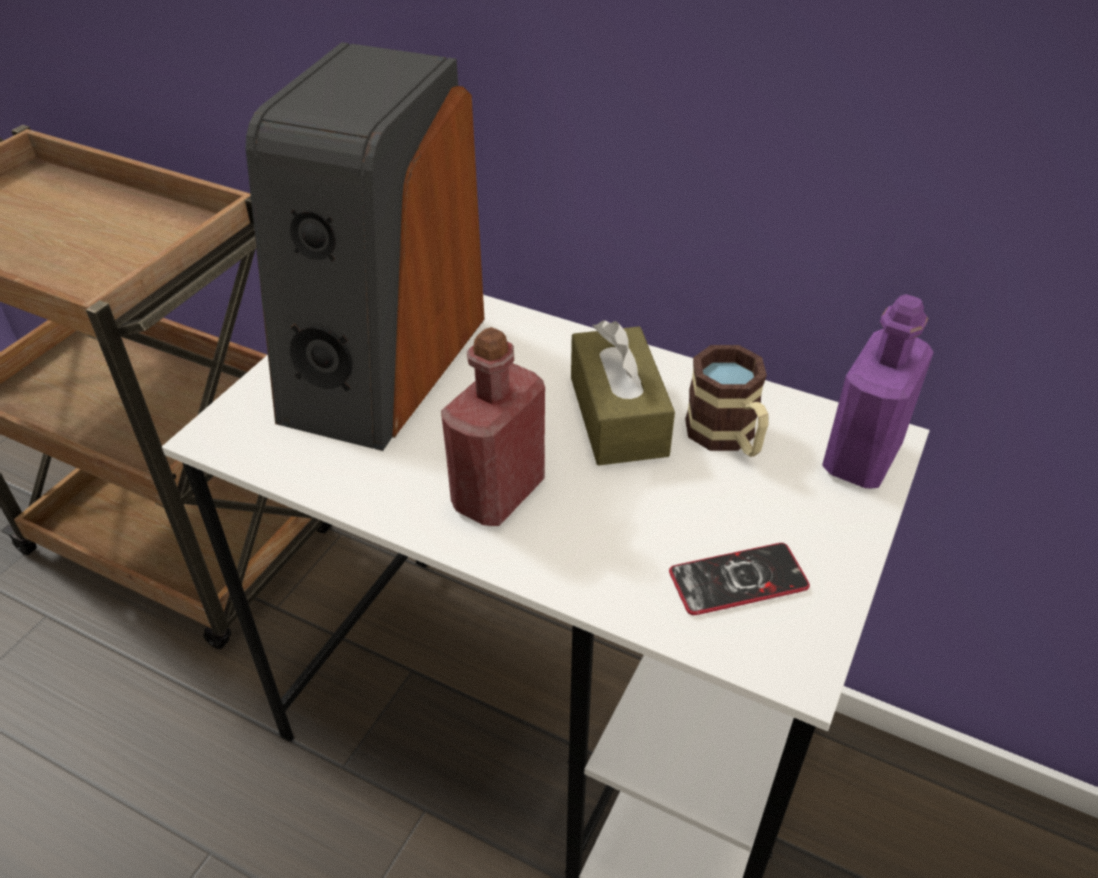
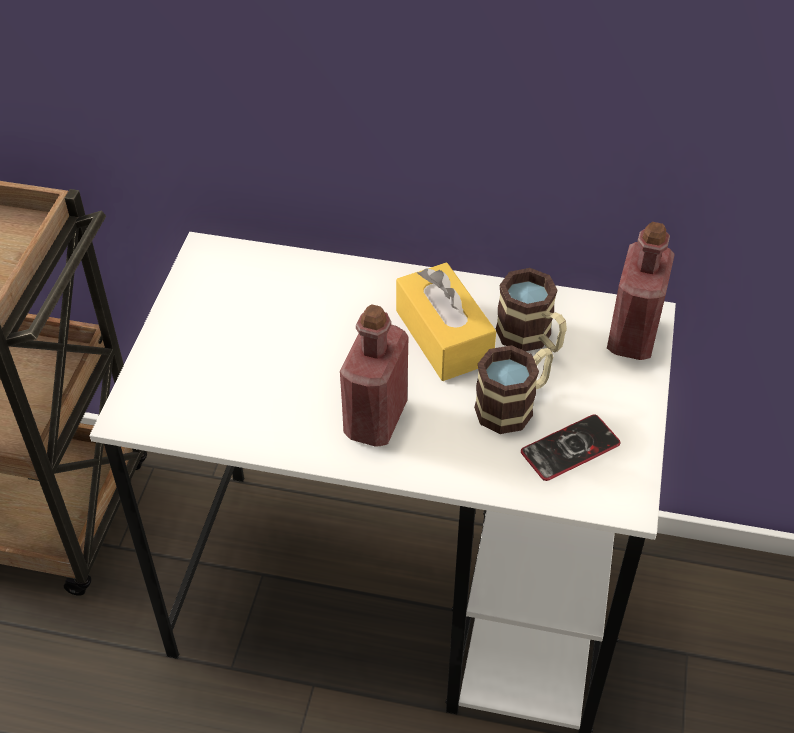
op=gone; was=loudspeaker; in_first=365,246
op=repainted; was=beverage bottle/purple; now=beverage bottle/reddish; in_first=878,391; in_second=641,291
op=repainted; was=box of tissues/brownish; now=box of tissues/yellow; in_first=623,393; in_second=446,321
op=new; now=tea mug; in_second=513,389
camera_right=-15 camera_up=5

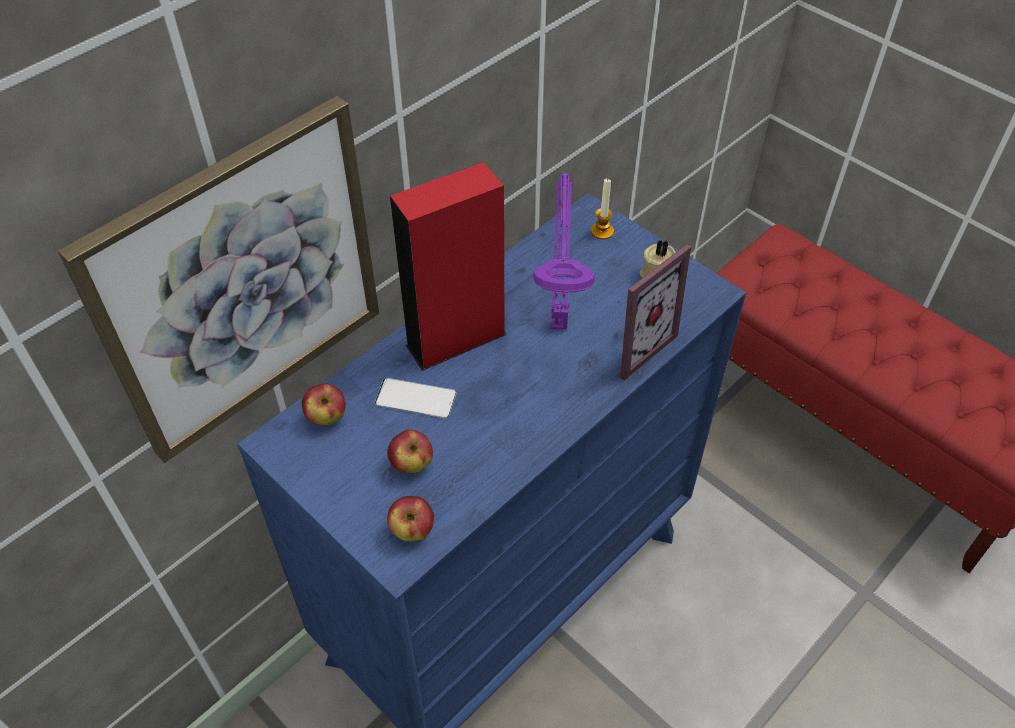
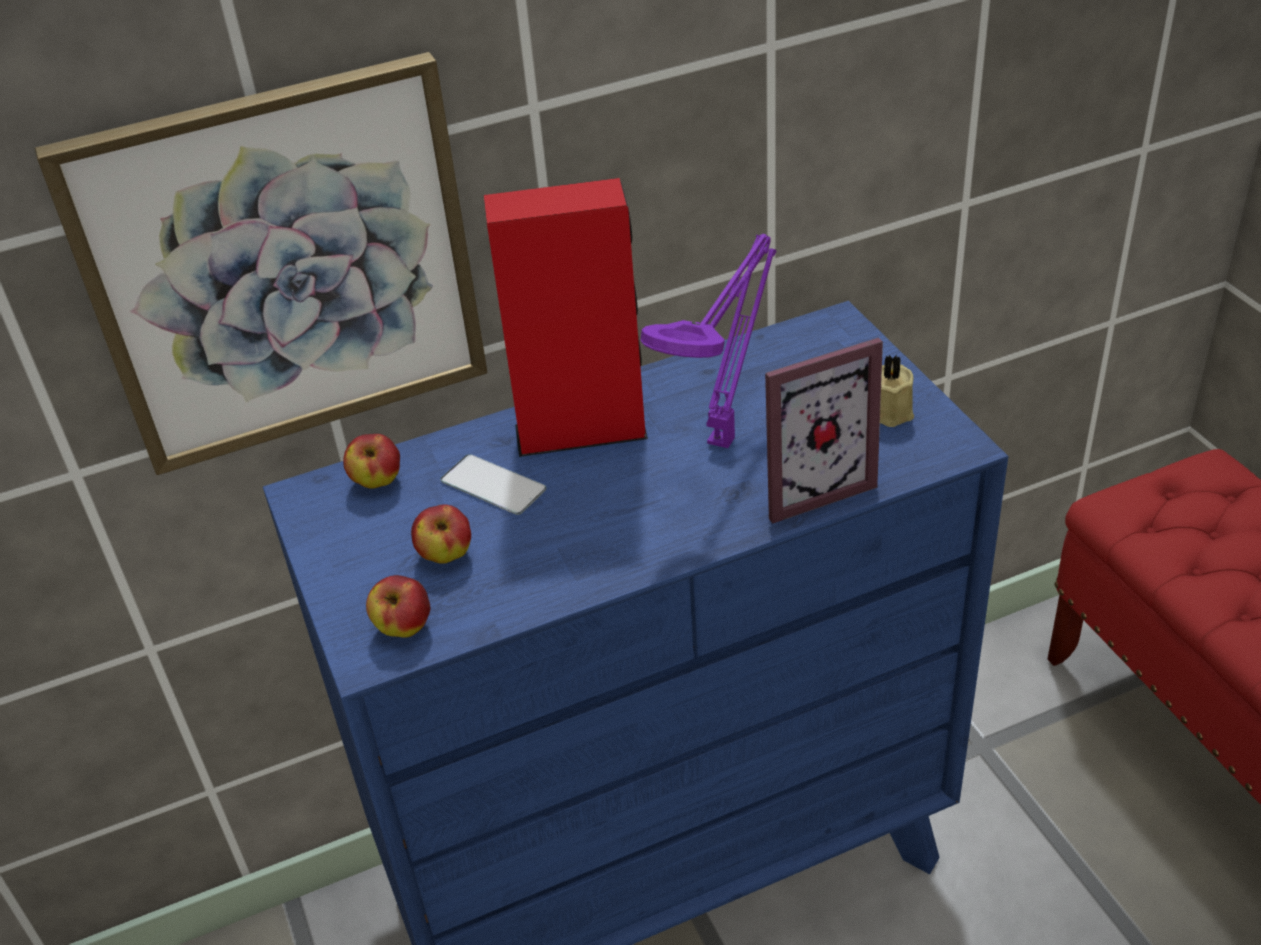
op=gone; was=wax candle; in_first=602,208
camera_right=25 camera_up=-10

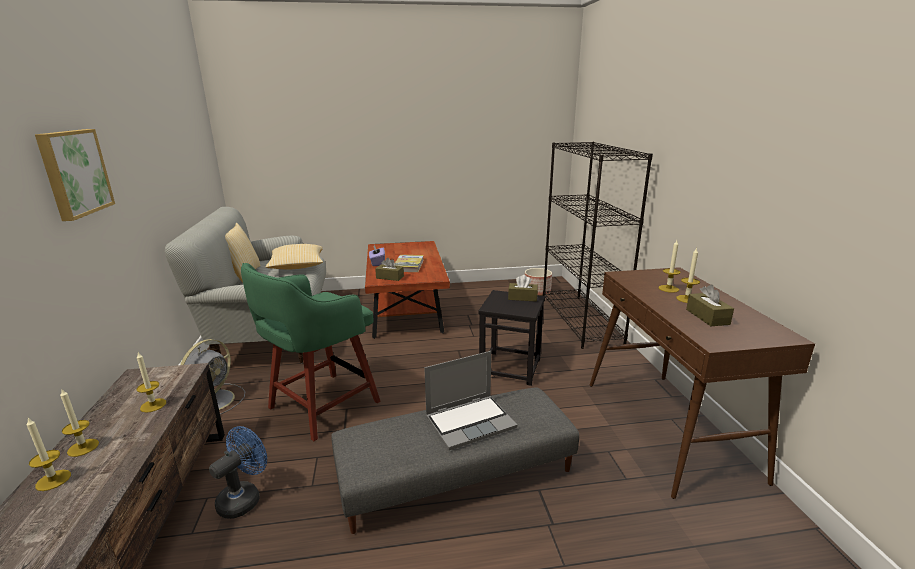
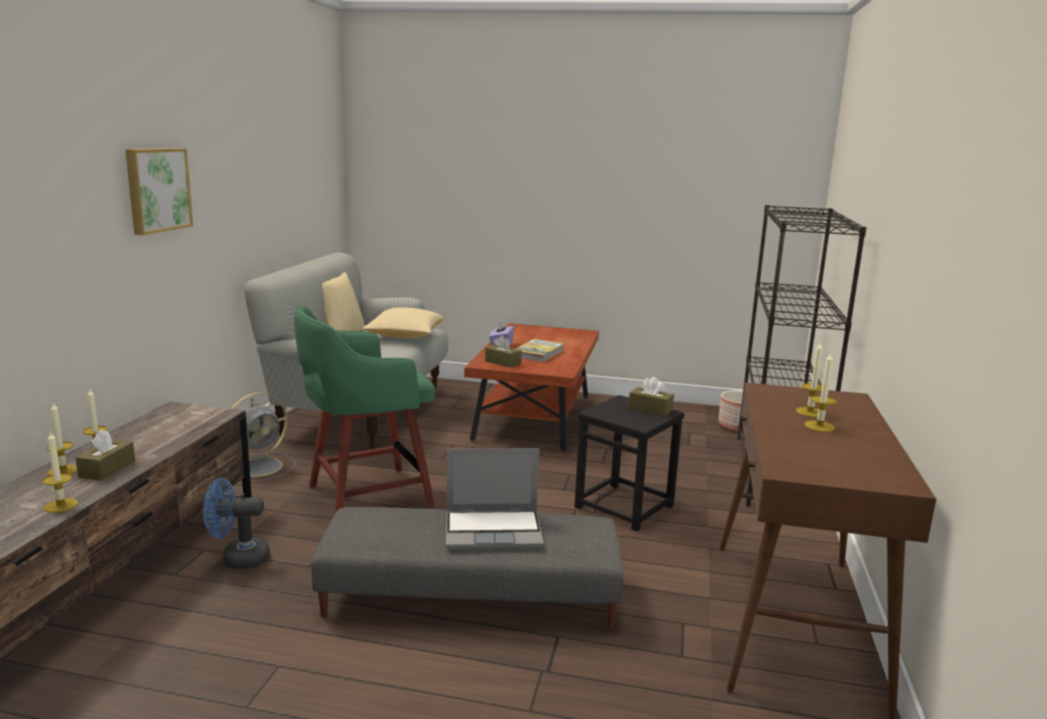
op=shifted; was=box of tissues/brownish; in_first=710,305; in_second=105,455
op=shifted; was=wax candle; in_first=151,382; in_second=60,472
op=rotated; was=electric fan/blue-coloured; in_first=238,472; in_second=236,523; clockwise=-150
camera_right=20 camera_up=-5

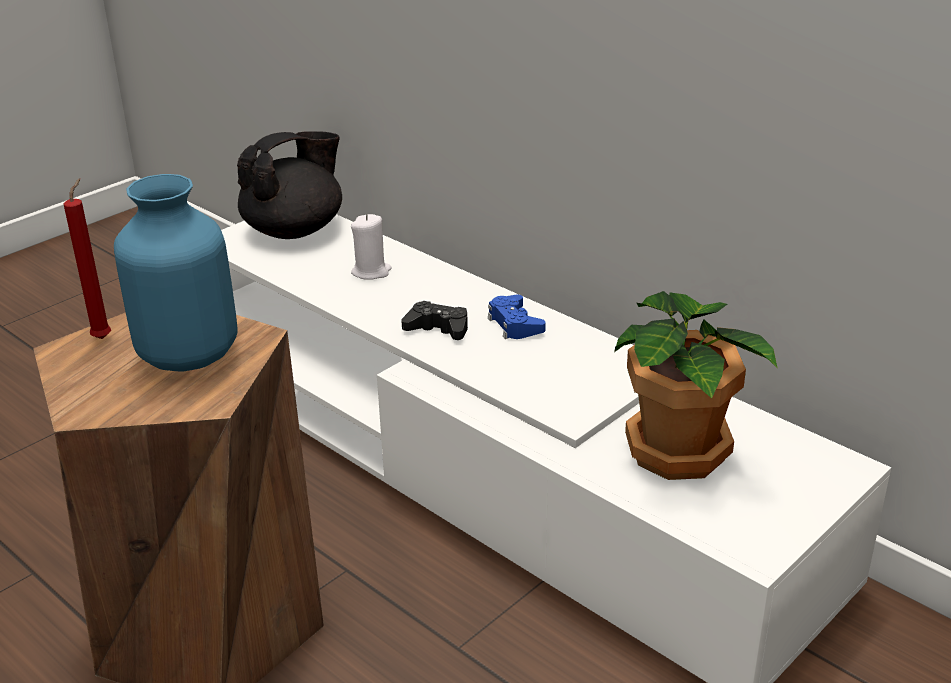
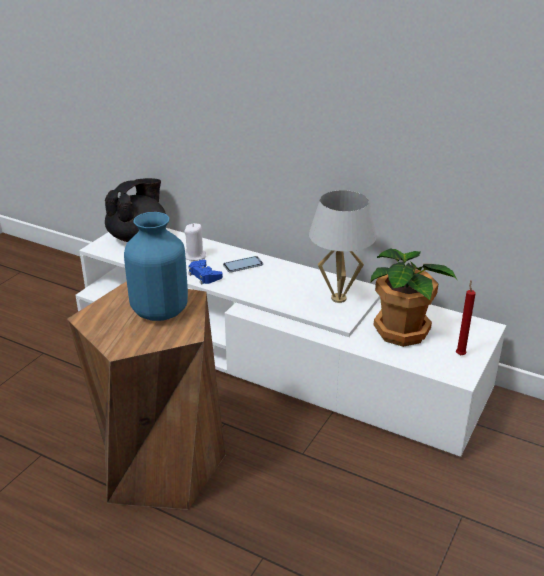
op=shifted; was=wax candle/reddish; in_first=87,258; in_second=466,318
op=shifted; was=game controller/blue-coloured; in_first=517,317; in_second=206,272
op=gone; was=game controller/black-coloured; in_first=434,320
op=new; now=tabletop lamp/white; in_second=342,246
op=new; now=handset; in_second=243,264
camera_right=-15 camera_up=0

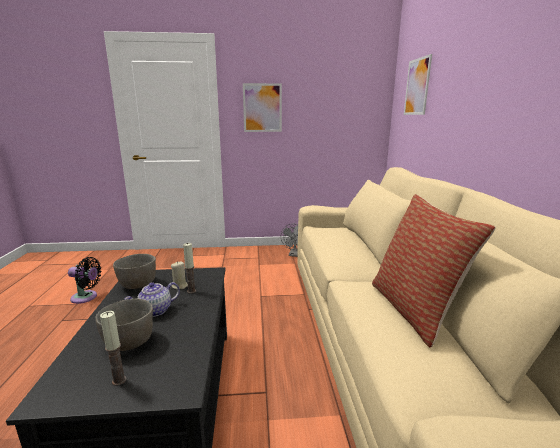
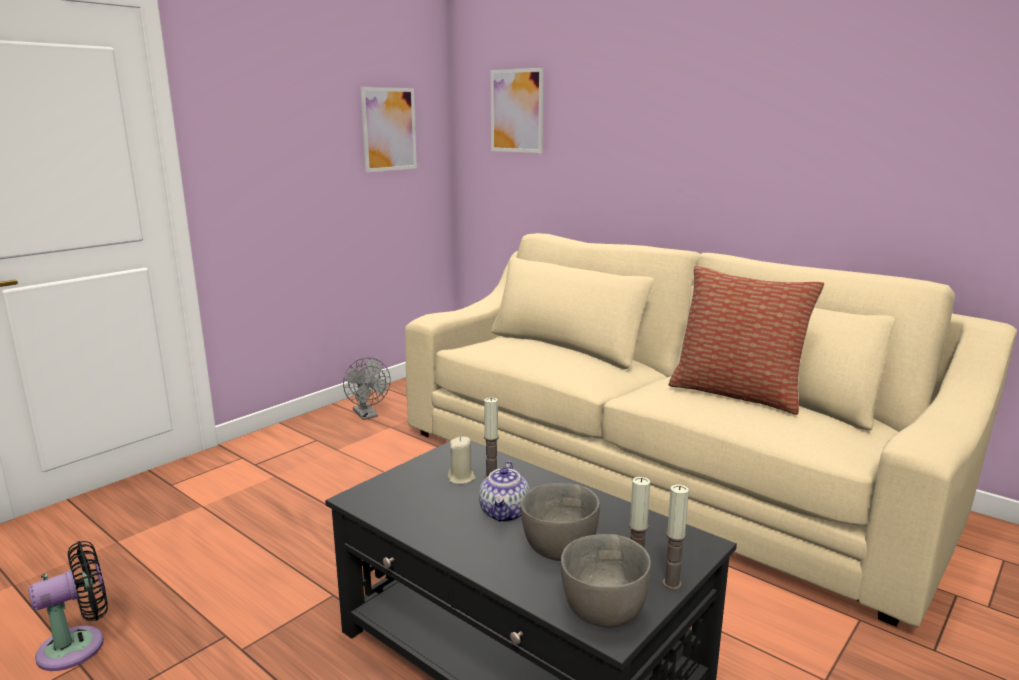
op=shifted; was=wall art; in_first=262,107; in_second=388,129
op=shifted; was=bowl/greyish; in_first=134,271; in_second=606,581
op=new; now=wax candle; in_second=676,537
camera_right=-45 camera_up=0

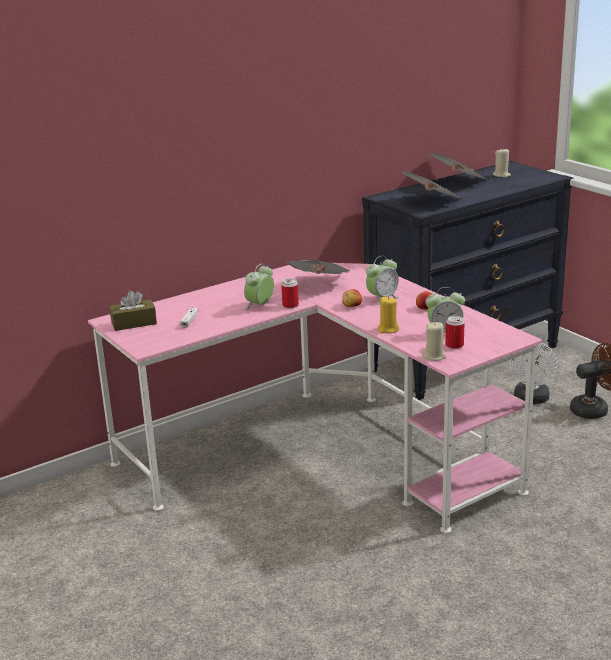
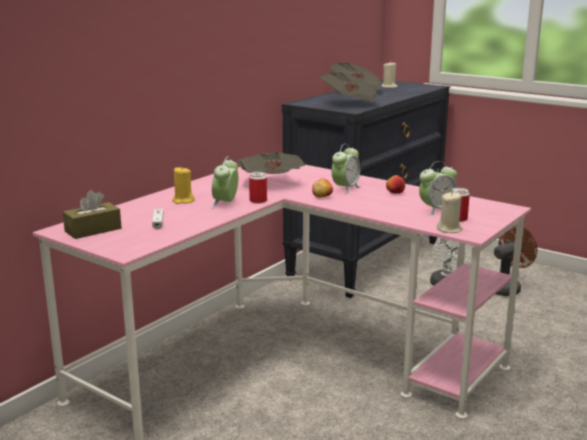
op=shifted; was=wax candle/yellow; in_first=388,315; in_second=183,185
camera_right=-20 camera_up=-5

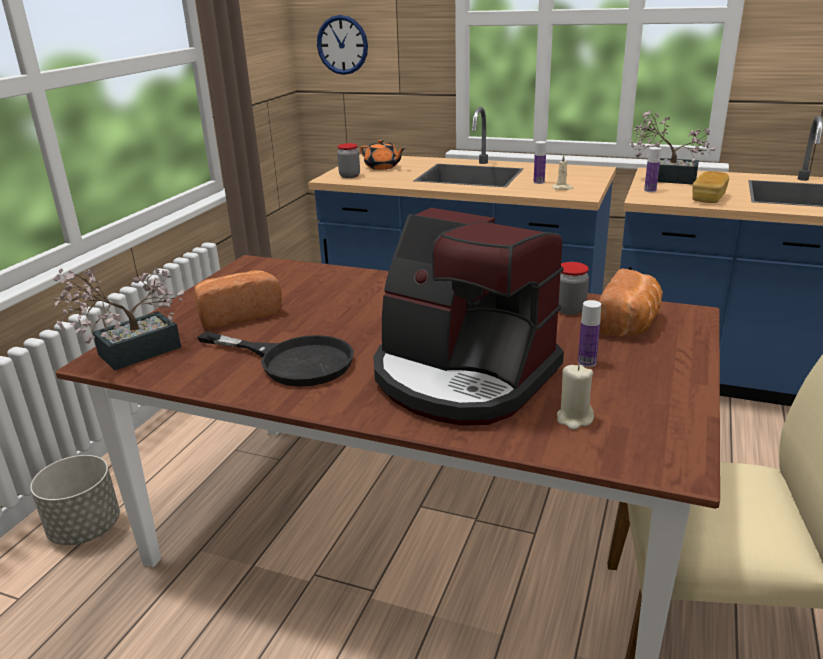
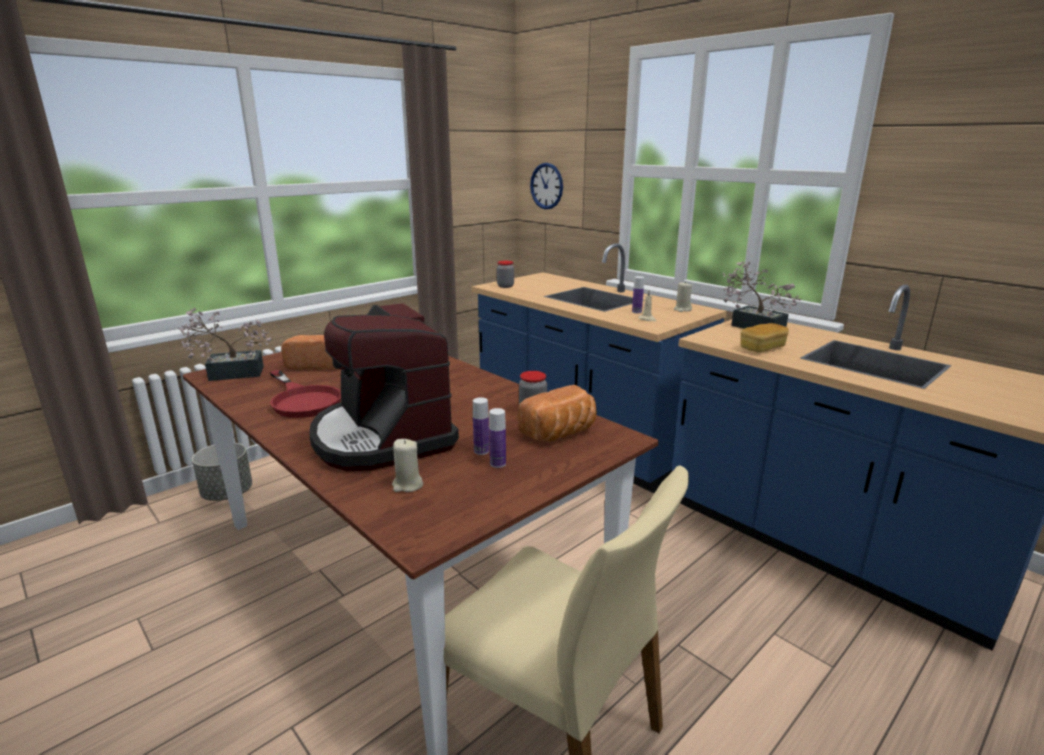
op=gone; was=tea pot/orange-coloured; in_first=383,154
op=shifted; was=beverage bottle; in_first=652,169; in_second=497,438
op=repainted; was=skillet/black-coloured; now=skillet/reddish; in_first=275,359; in_second=305,394
op=new; now=wax candle/beige; in_second=683,296
camera_right=25 camera_up=-5

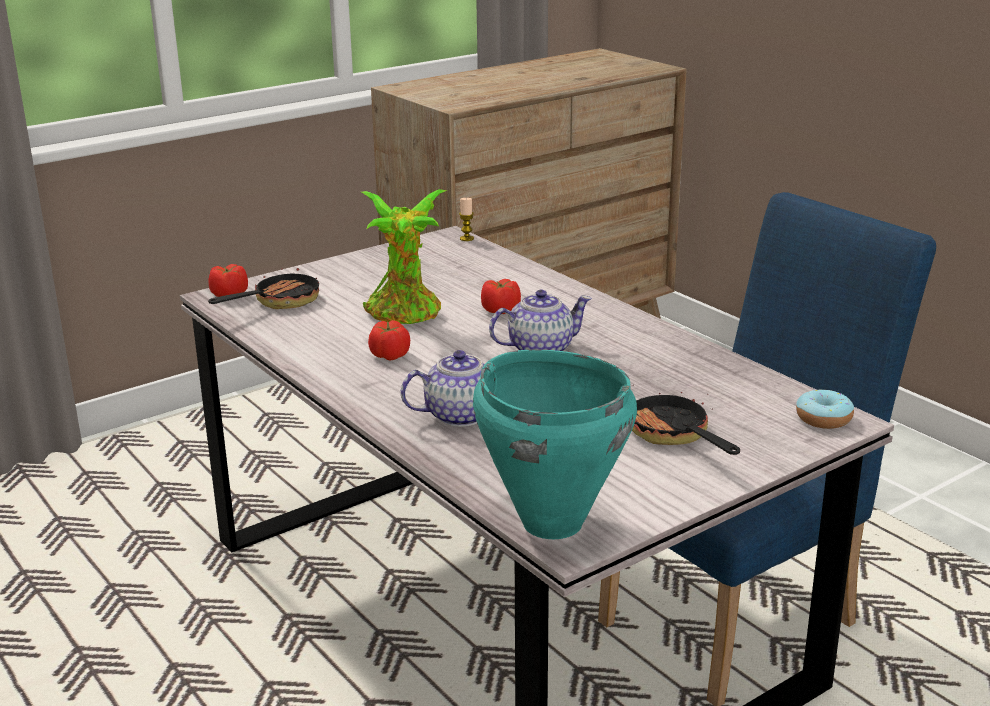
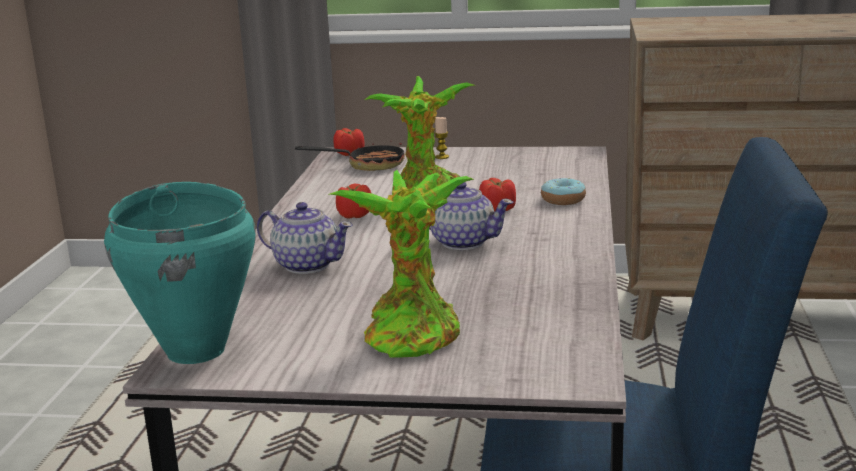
op=shifted; was=wax candle; in_first=466,219; in_second=441,138
op=swapped; was=skillet; now=plant in a pot; in_first=686,420; in_second=402,264
op=shifted; was=doughnut; in_first=825,409; in_second=563,191
camera_right=45 camera_up=-5

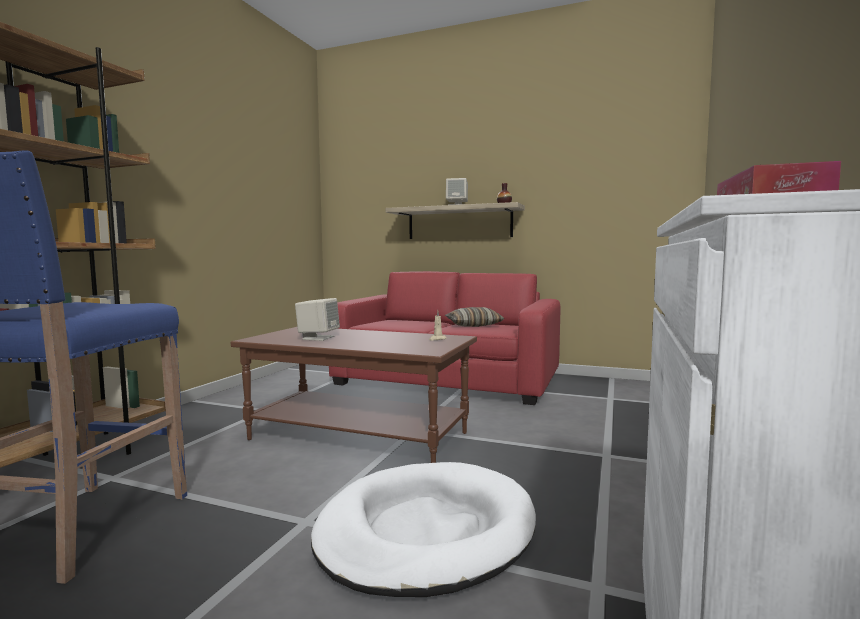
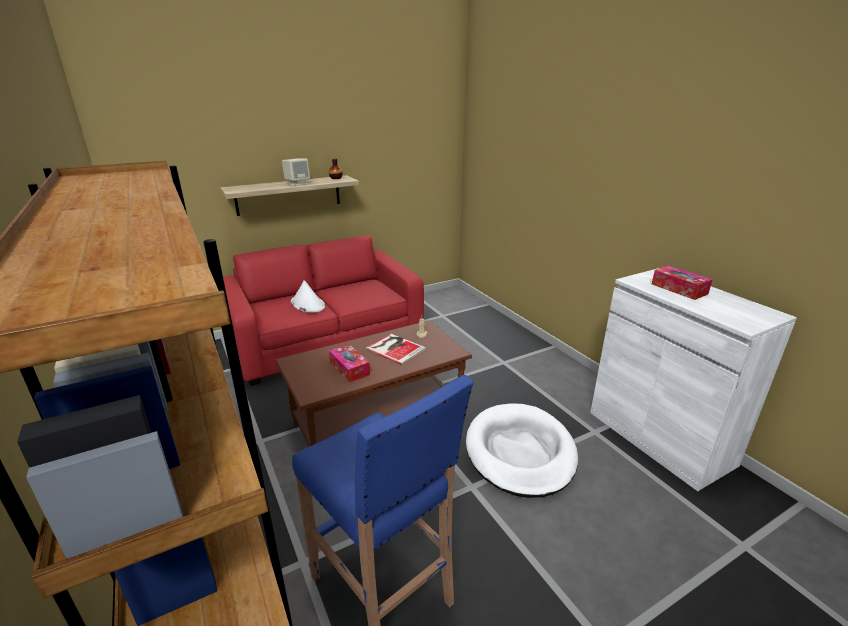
op=swapped; was=loudspeaker/beige; now=box of tissues; in_first=317,319; in_second=349,363
op=gone; was=cushion; in_first=474,317
op=new; now=hat/white; in_second=308,296
op=new; now=bound book; in_second=396,349
camera_right=-50 camera_up=20

